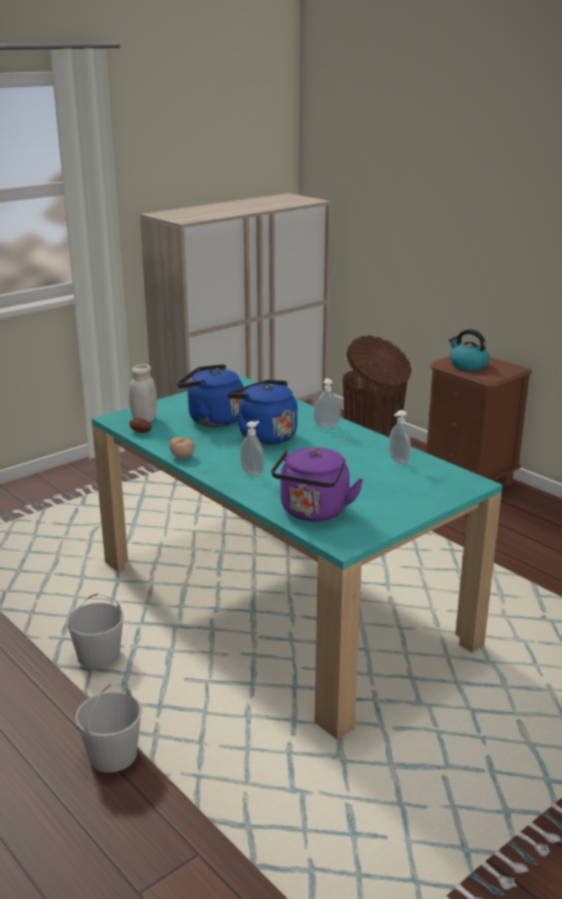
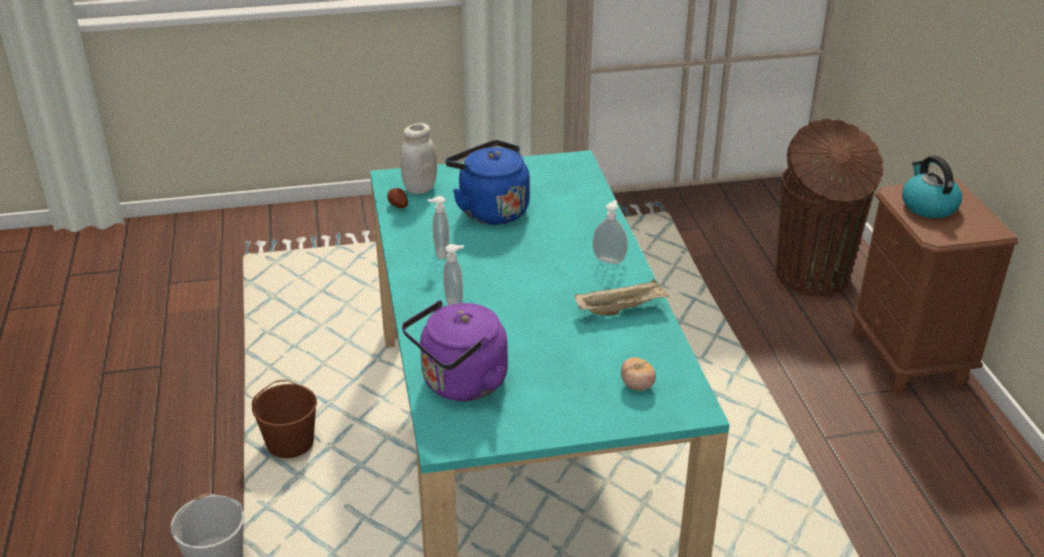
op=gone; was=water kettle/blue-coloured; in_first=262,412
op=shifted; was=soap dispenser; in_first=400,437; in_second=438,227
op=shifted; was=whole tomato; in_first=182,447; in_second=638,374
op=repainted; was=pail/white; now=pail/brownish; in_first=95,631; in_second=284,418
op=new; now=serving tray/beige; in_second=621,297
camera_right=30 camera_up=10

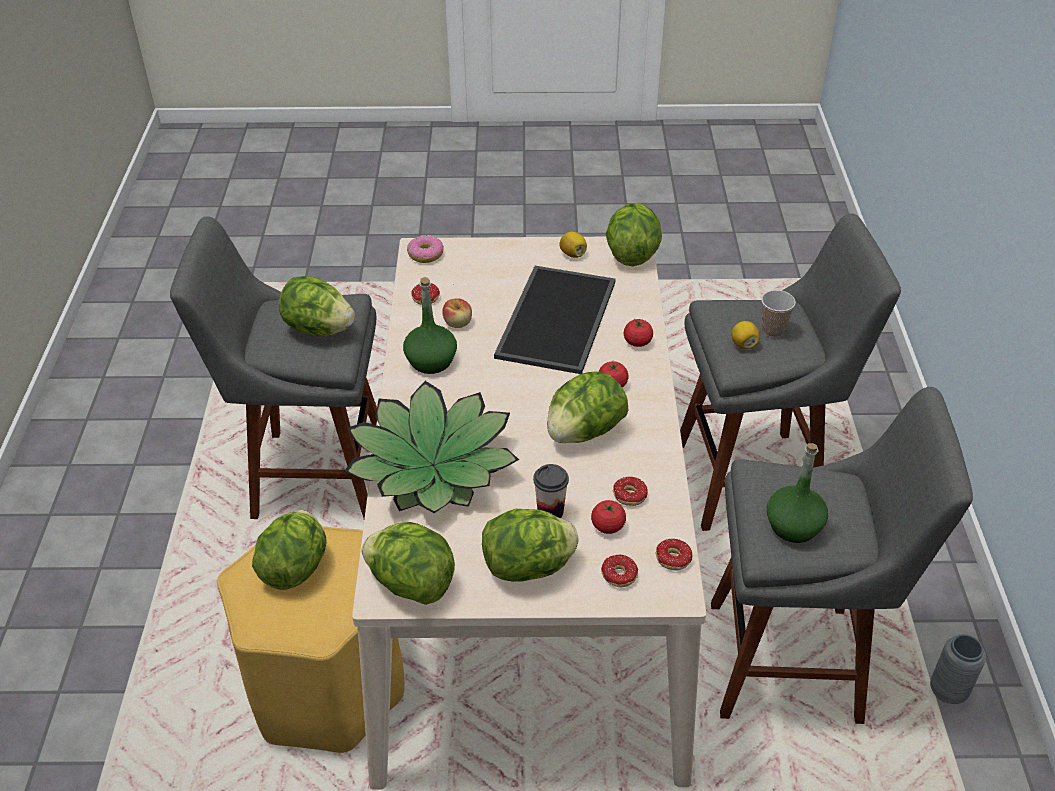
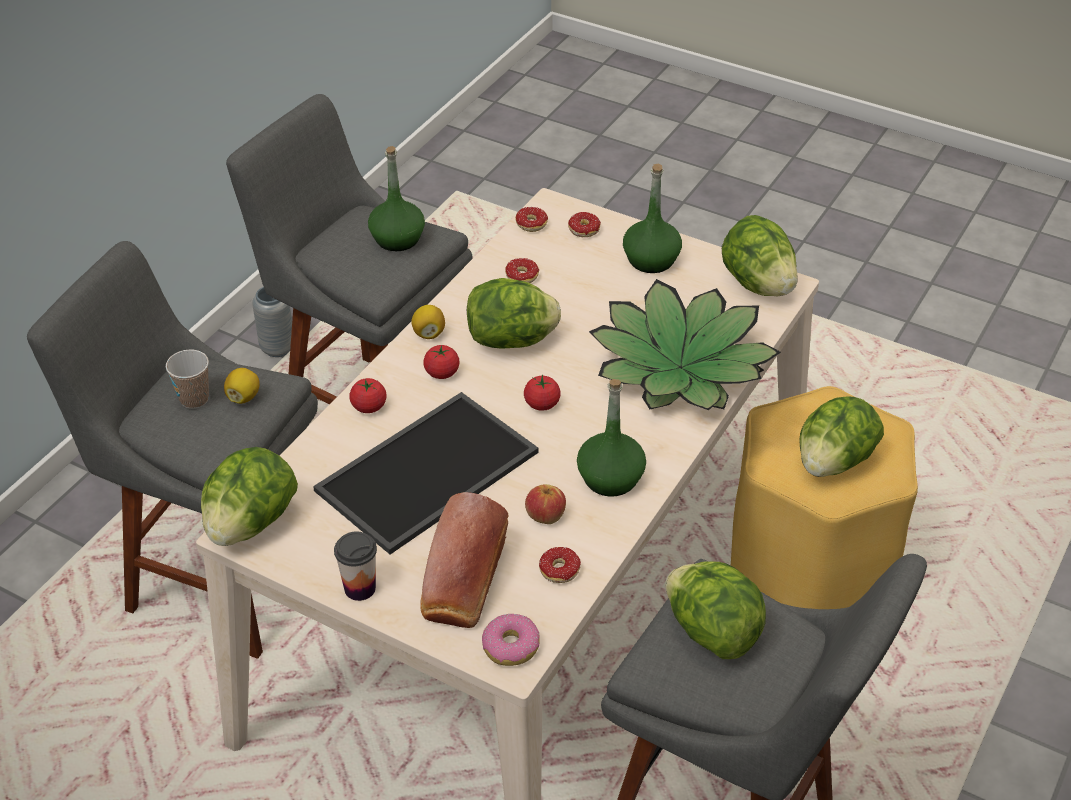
op=shifted; was=lemon; in_first=573,245; in_second=428,322
op=shifted; was=drinking cup; in_first=551,491; in_second=355,566
op=shifted; was=whole tomato; in_first=608,517; in_second=542,392
op=swapped; was=lettuce head; now=beverage bottle/green-coloured; in_first=530,545; in_second=652,218
op=new; now=bread; in_second=464,560
camera_right=-150 camera_up=0

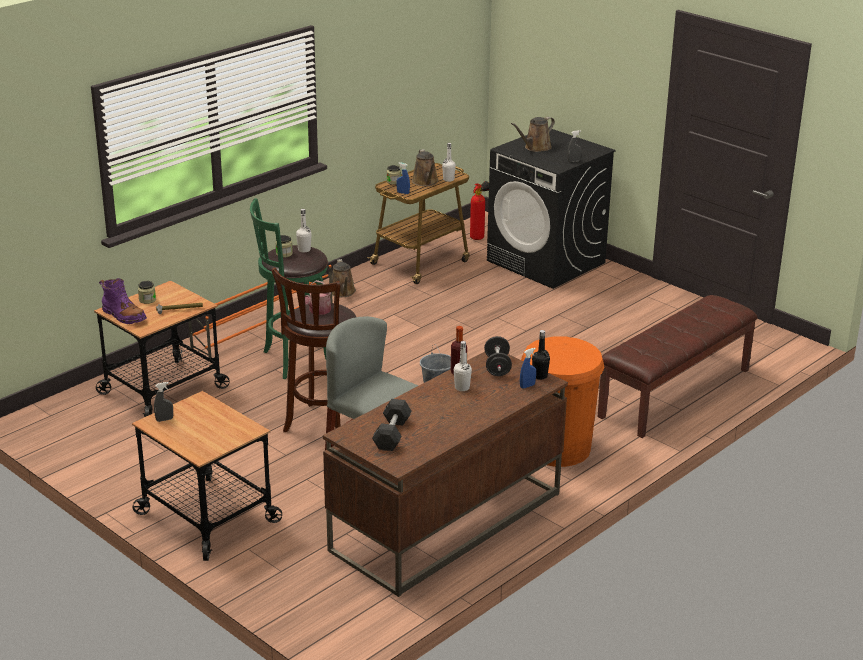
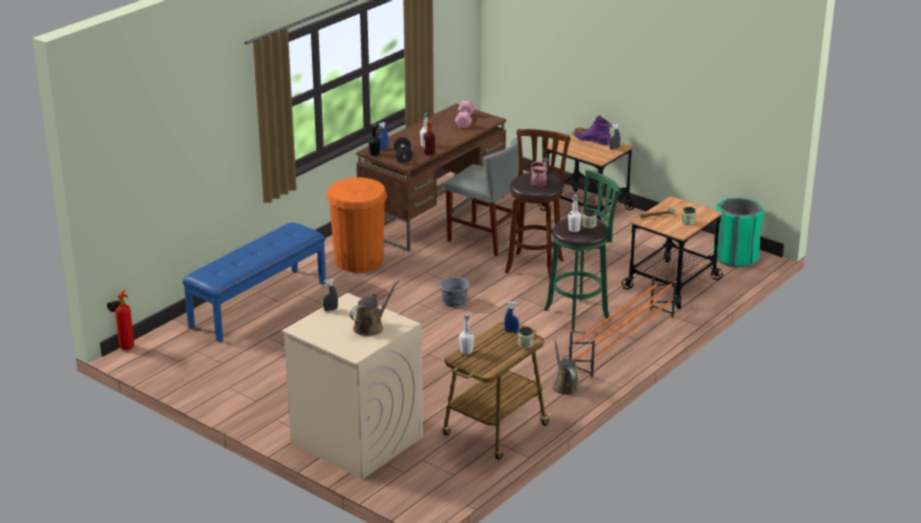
op=repainted; was=laundry machine/black-coloured; now=laundry machine/beige; in_first=551,209; in_second=352,386
op=gone; was=watering pot/brownish; in_first=425,167
op=shifted; was=fire extinguisher; in_first=479,210; in_second=120,320
op=shifted; was=boot/purple; in_first=123,301; in_second=593,130
op=repainted; was=long seat/brownish; now=long seat/blue-coloured; in_first=678,366; in_second=254,282
op=repainted; was=free weight/black-coloured; now=free weight/pink; in_first=391,425; in_second=465,114
op=new; now=rubbish bin/green-coloured; in_second=738,232
camera_right=175 camera_up=0

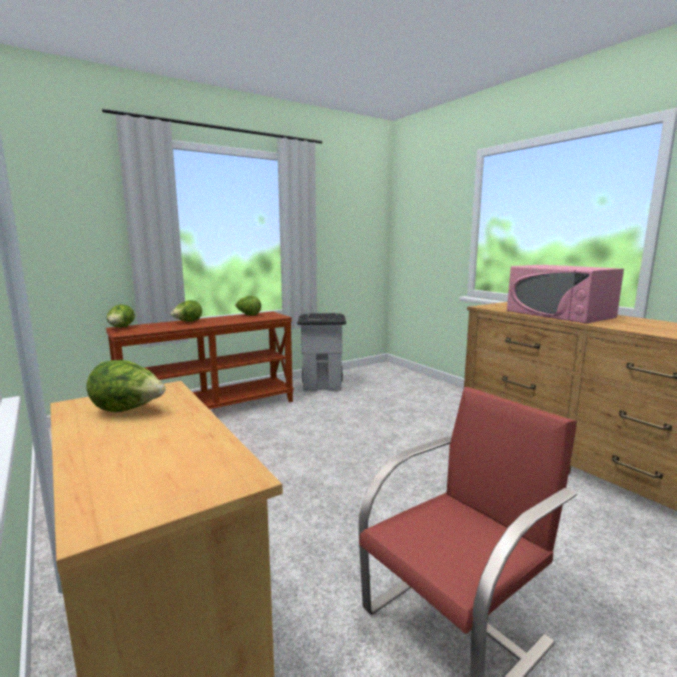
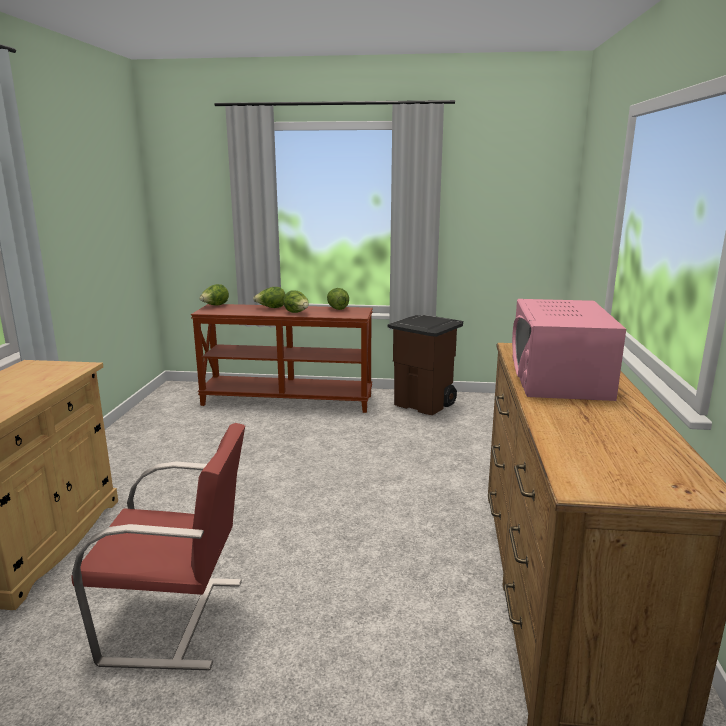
op=repainted; was=rubbish bin/greyish; now=rubbish bin/brownish; in_first=321,352; in_second=425,365
op=shifted; was=lettuce head; in_first=126,386; in_second=296,302
camera_right=40 camera_up=5

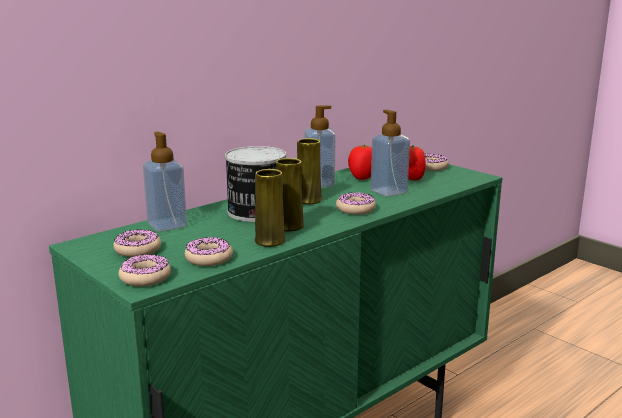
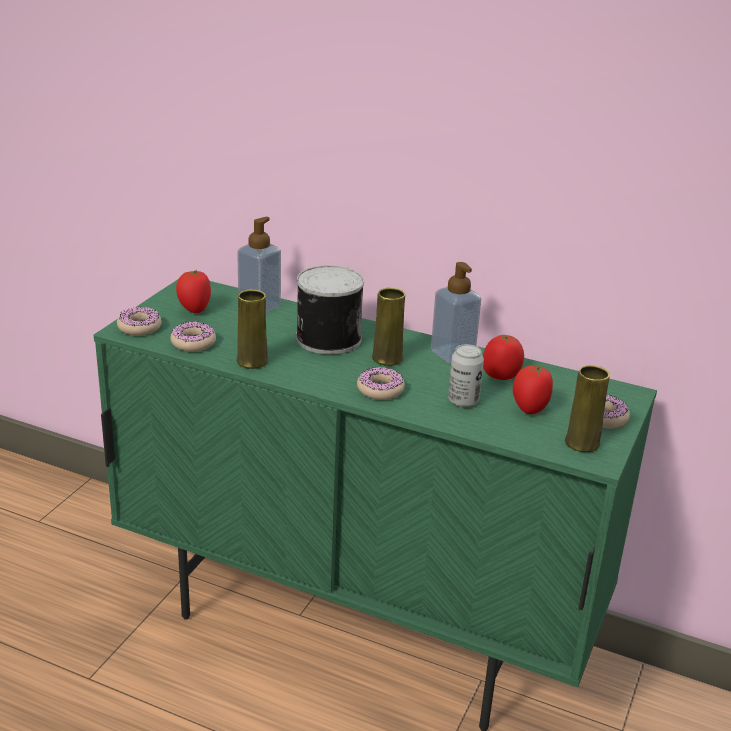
op=swapped; was=soap dispenser; now=can; in_first=390,153; in_second=466,375
op=shifted; was=vase/yellow; in_first=290,194; in_second=587,408
op=swapped; was=doughnut; now=whole tomato; in_first=137,243; in_second=193,291
camera_right=65 camera_up=10

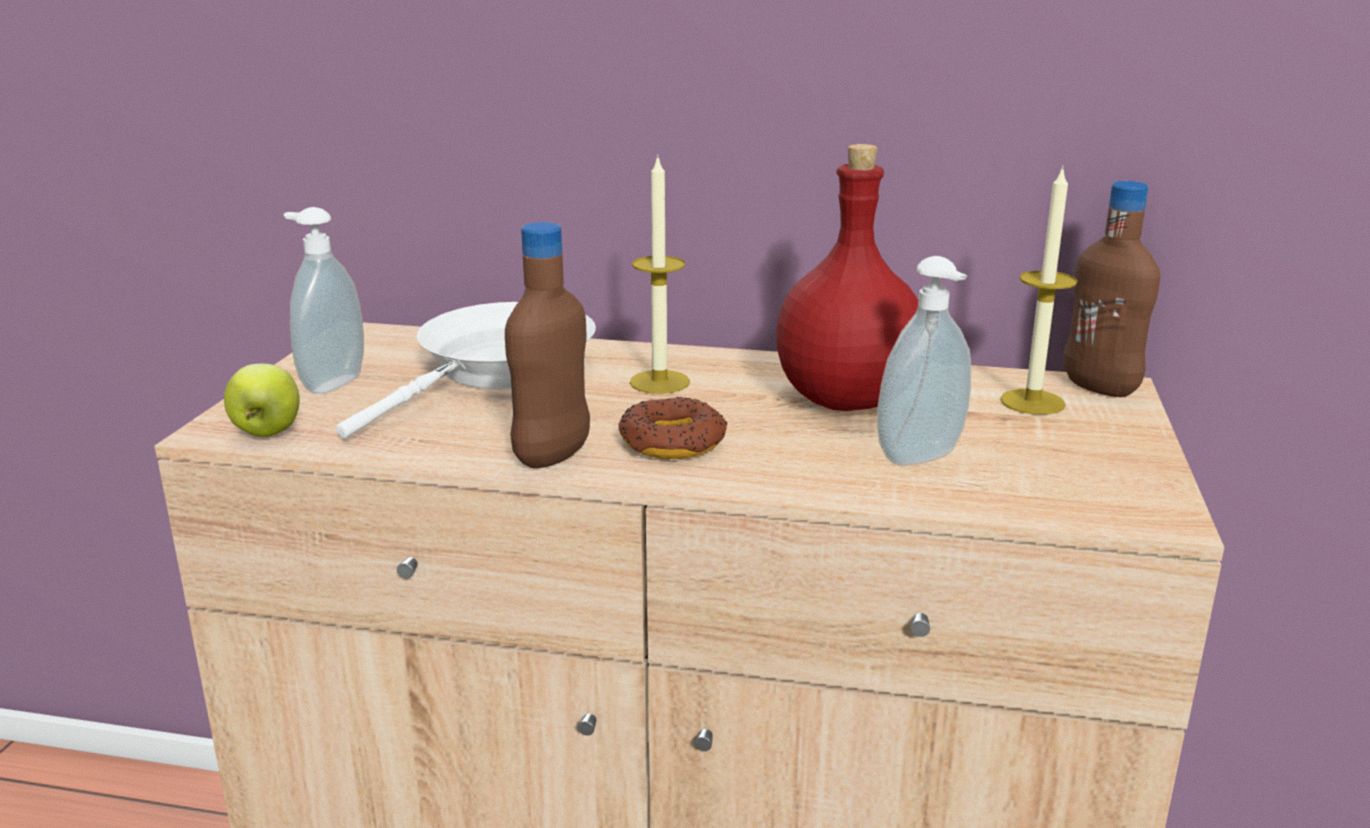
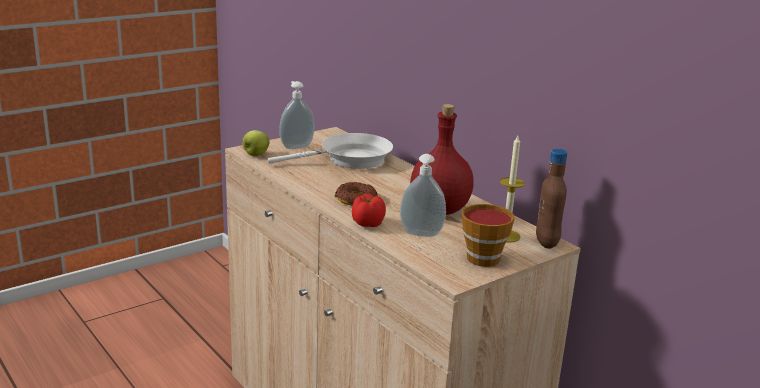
op=gone; was=wax candle; in_first=660,274
op=gone; was=beverage bottle/brownish; in_first=547,345
op=new; now=whole tomato; in_second=369,210
op=new; now=drinking cup; in_second=488,235
camera_right=40 camera_up=0

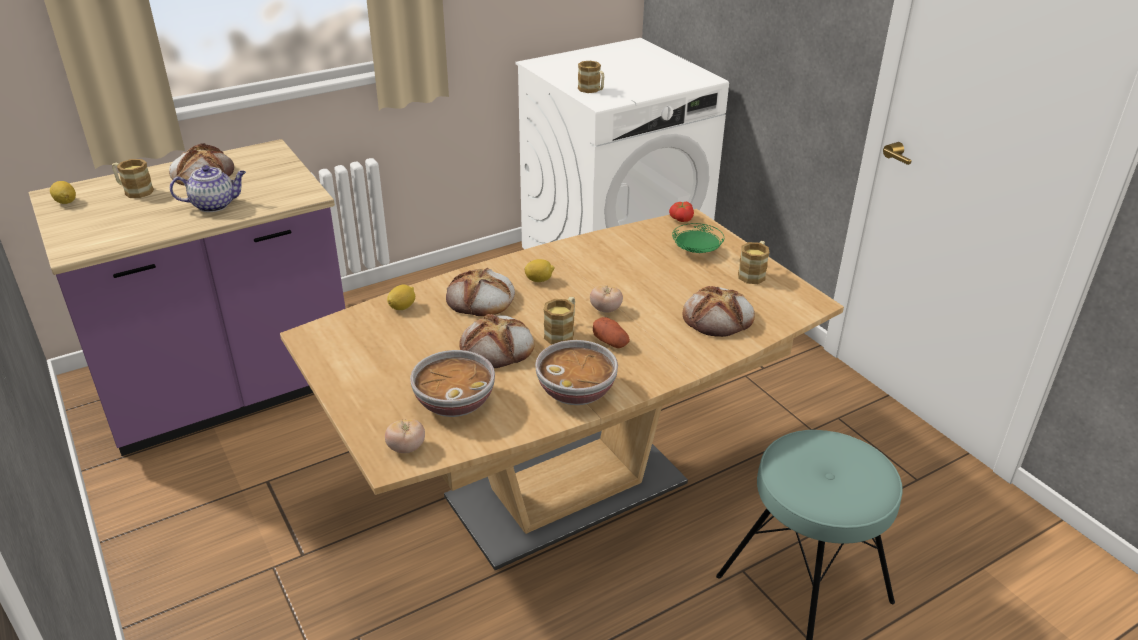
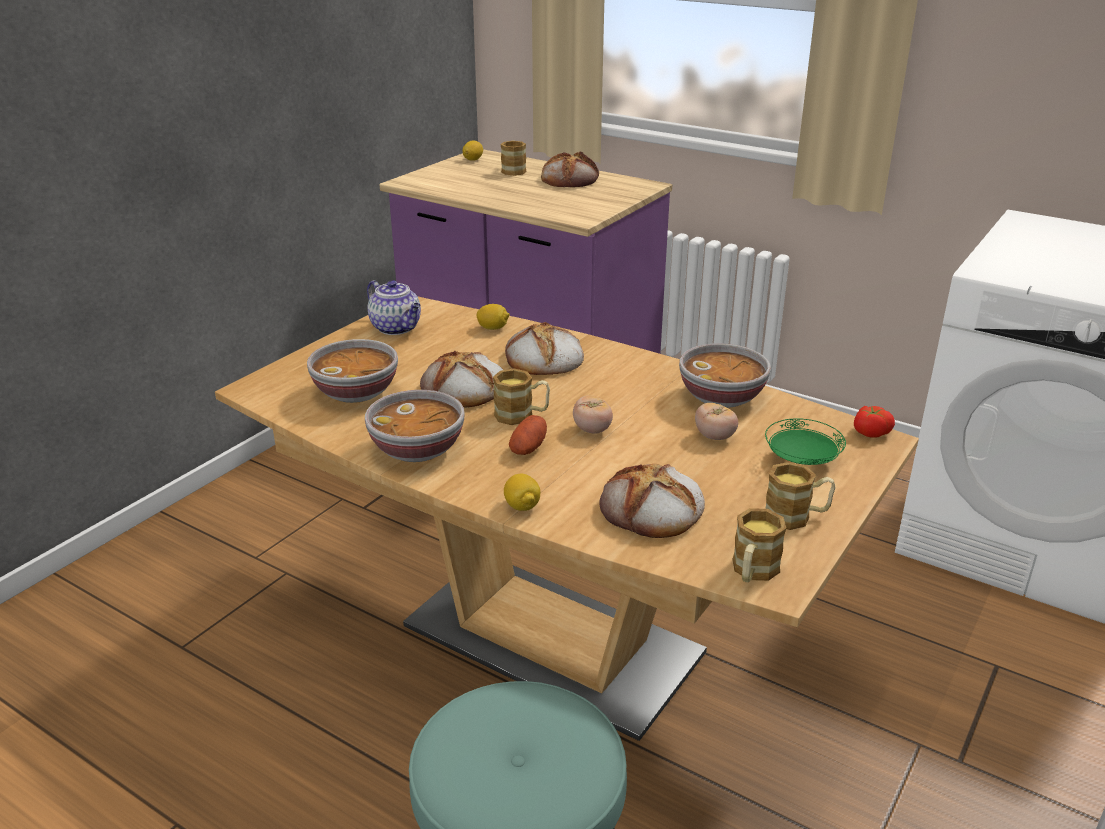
op=shifted; was=tea mug; in_first=591,77; in_second=759,545
op=shifted; was=tea pot; in_first=208,188; in_second=394,307
op=shifted; was=lemon; in_first=539,270; in_second=522,492
op=shifted; was=whole tomato; in_first=405,436; in_second=716,421
op=new; now=bowl; in_second=725,375
camera_right=65 camera_up=-5

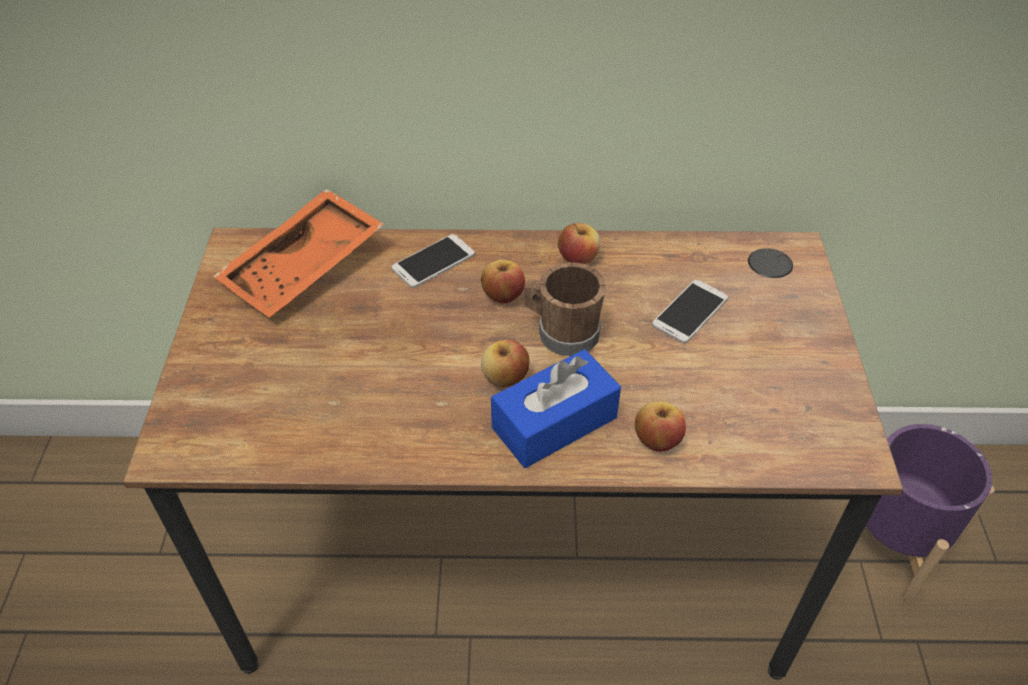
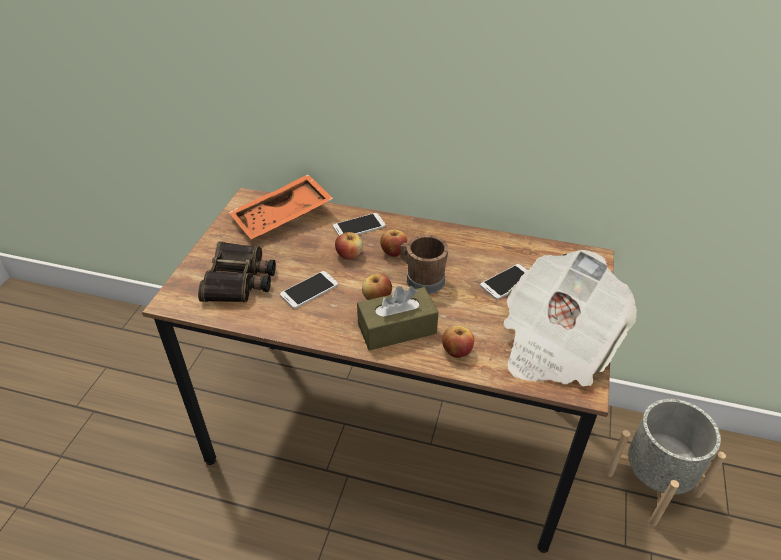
op=shifted; was=apple; in_first=579,243; in_second=349,245
op=repainted; was=box of tissues/blue-coloured; now=box of tissues/brownish; in_first=556,408; in_second=397,318
op=repainted; was=planter/purple; now=planter/greyish; in_first=911,513; in_second=666,462
op=new; now=binoculars; in_second=237,271
op=new; now=printed paper; in_second=570,318
op=new; now=handset; in_second=309,290
camera_right=15 camera_up=-5

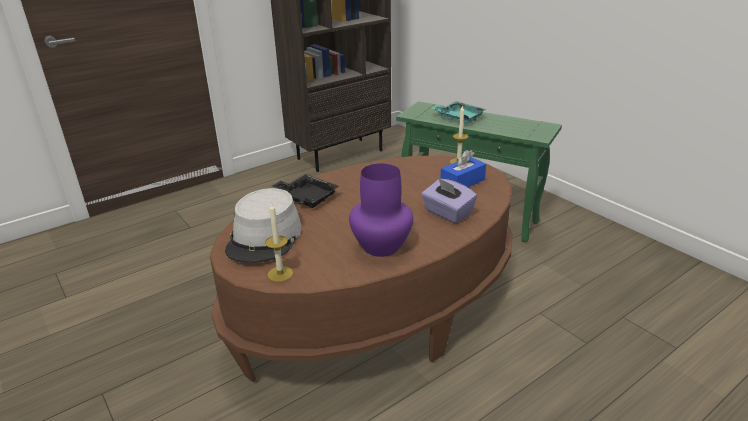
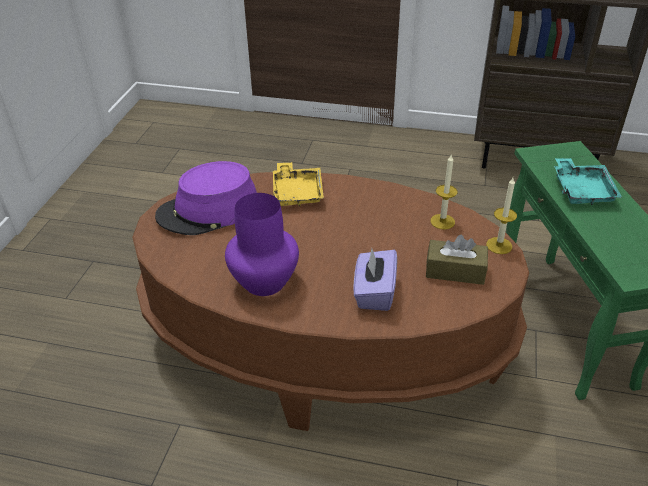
op=repainted; was=box of tissues/blue-coloured; now=box of tissues/brownish; in_first=463,168; in_second=457,260
op=repainted; was=serving tray/black-coloured; now=serving tray/yellow; in_first=305,191; in_second=298,184
op=repainted; was=hat/greyish; now=hat/purple; in_first=263,225; in_second=206,198
op=shifted; was=wax candle; in_first=279,242; in_second=443,192
camera_right=50 camera_up=10

